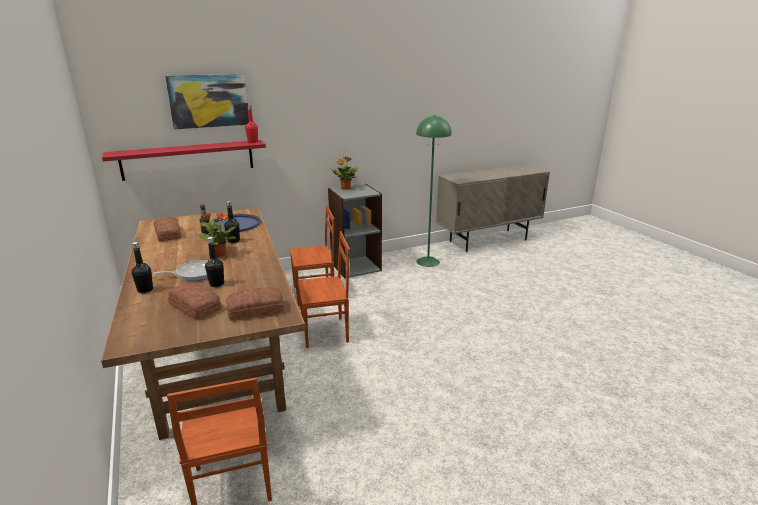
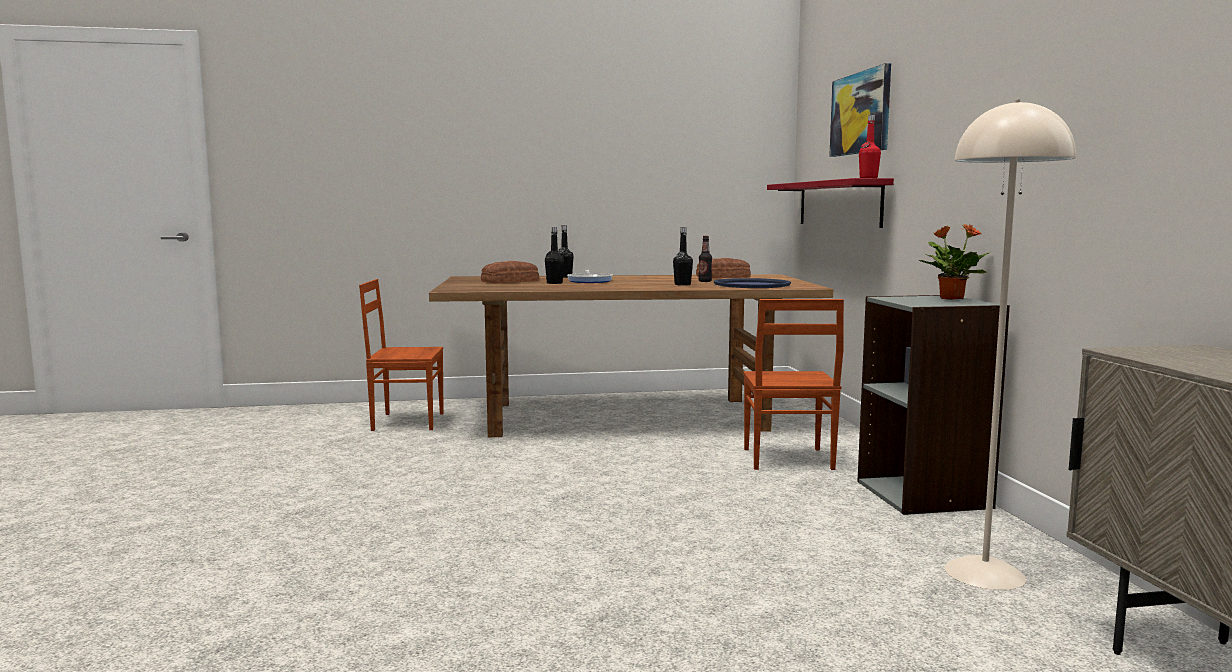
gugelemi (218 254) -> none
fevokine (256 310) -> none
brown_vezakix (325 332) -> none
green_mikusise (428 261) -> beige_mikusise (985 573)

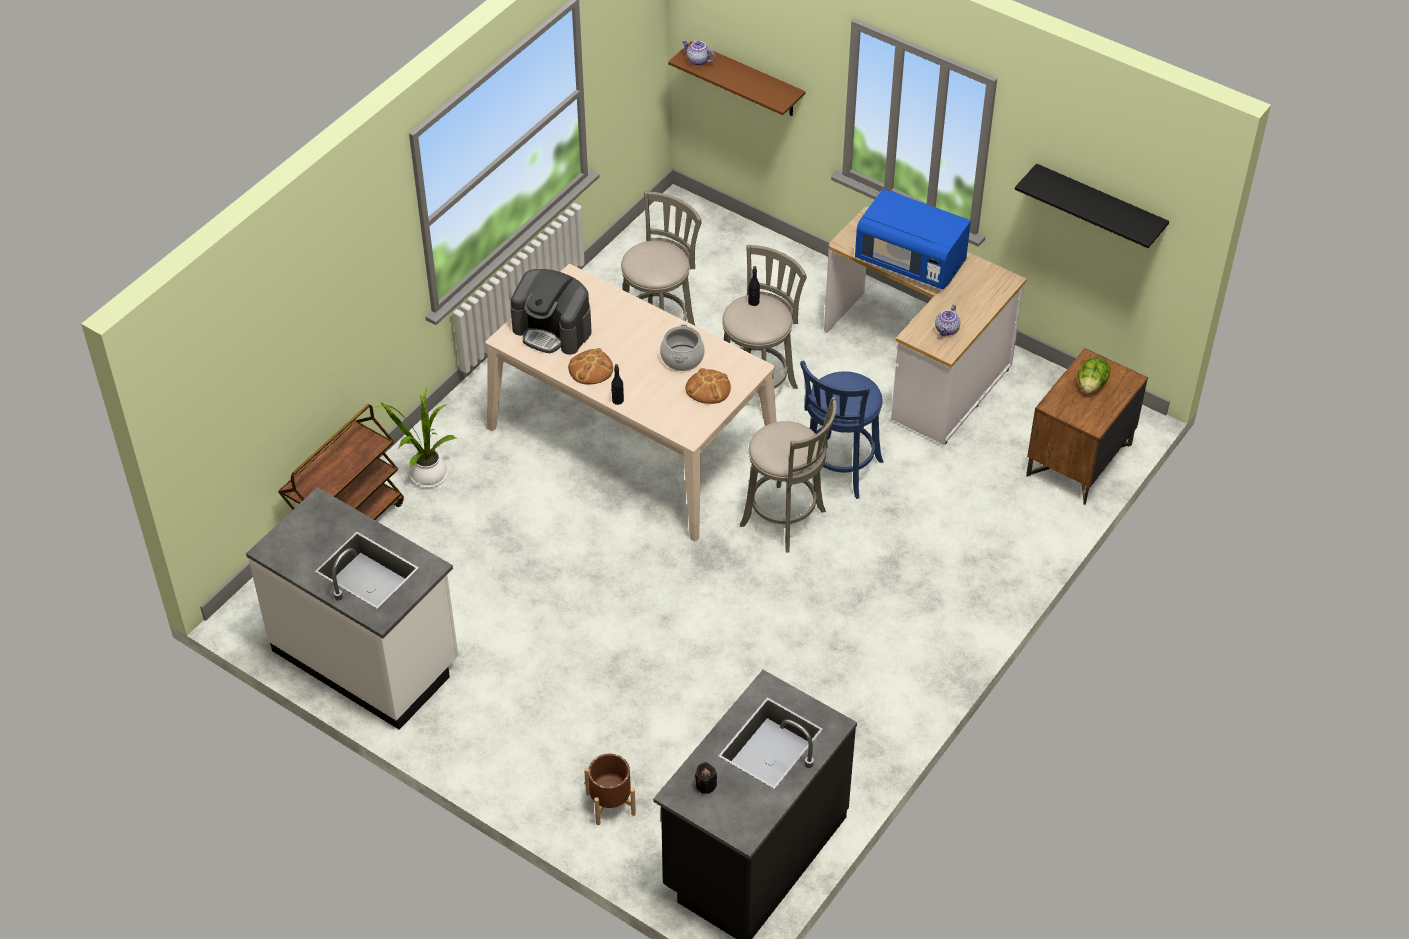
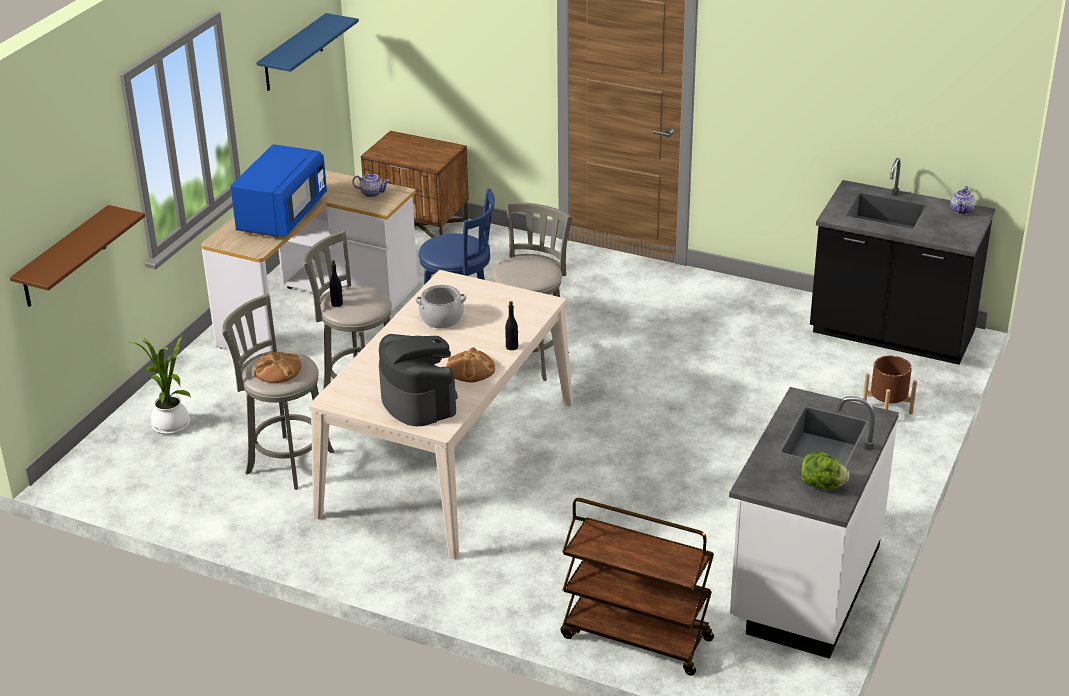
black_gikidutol (705 785) -> none
gugelemi (425 476) -> gugelemi (171 427), moved
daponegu (697 61) -> daponegu (962 210), moved
fevokine (708 388) -> fevokine (278 370), moved
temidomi (1091 385) -> temidomi (822 486), moved
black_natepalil (1099 206) -> blue_natepalil (293 53)
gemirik (553 330) -> gemirik (418 400), 45 degrees counterclockwise

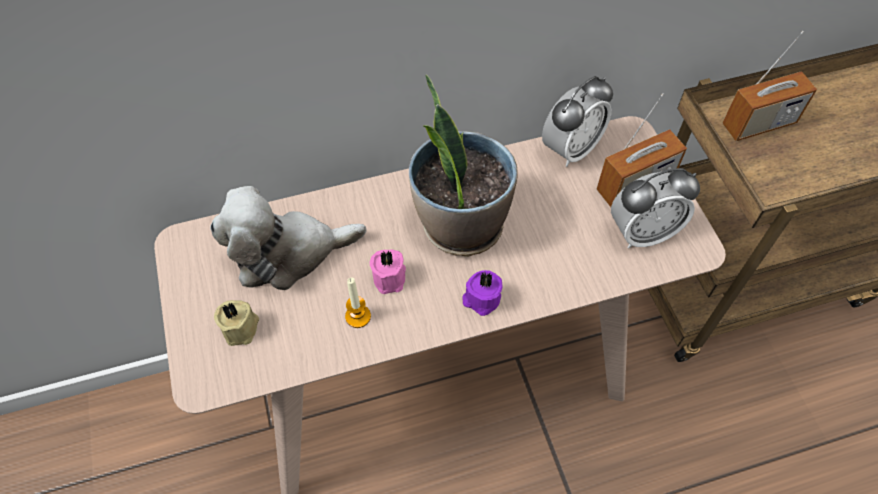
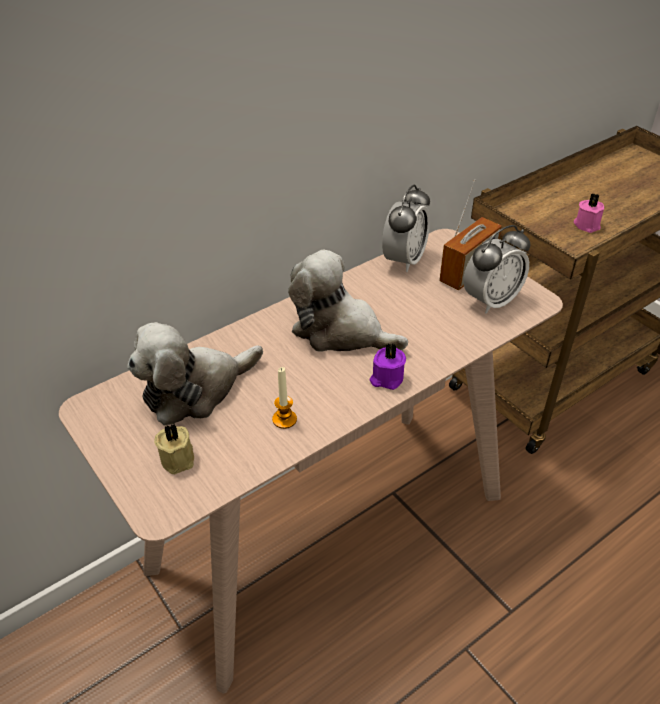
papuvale (758 124) -> none
pink_gikidutol (390 278) -> pink_gikidutol (587 224), moved
gugelemi (460 225) -> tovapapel (340 331)

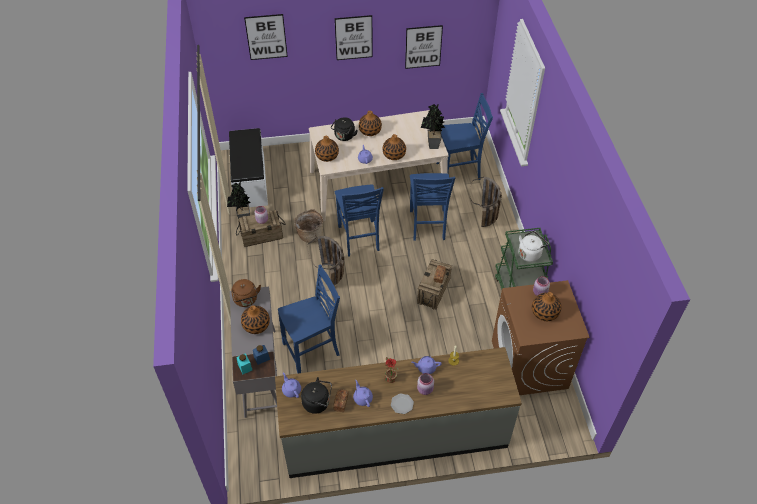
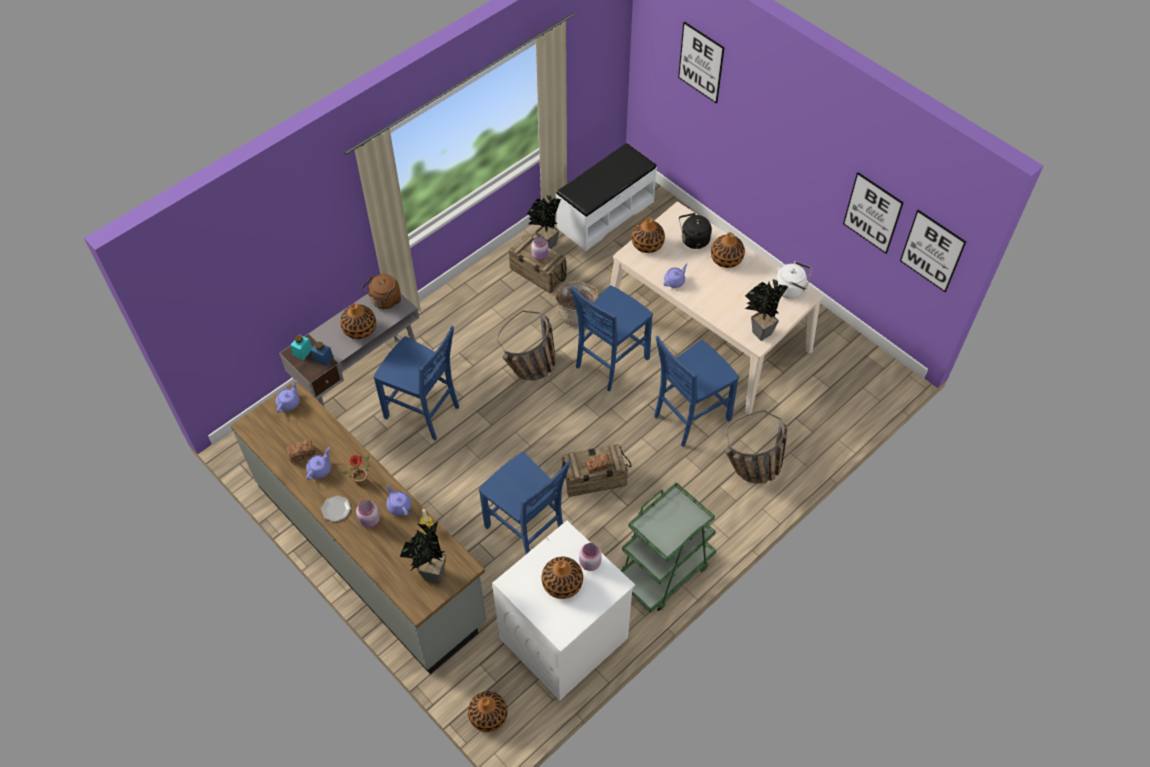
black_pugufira (318 403) -> none
none -> gugelemi (431 577)
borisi (353 37) -> borisi (932 251), moved
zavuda (394 154) -> zavuda (488 715), moved
blue_vezakix (459 172) -> blue_vezakix (526 531), moved
white_pugufira (530 253) -> white_pugufira (791 289), moved
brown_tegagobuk (529 365) -> white_tegagobuk (563 639)

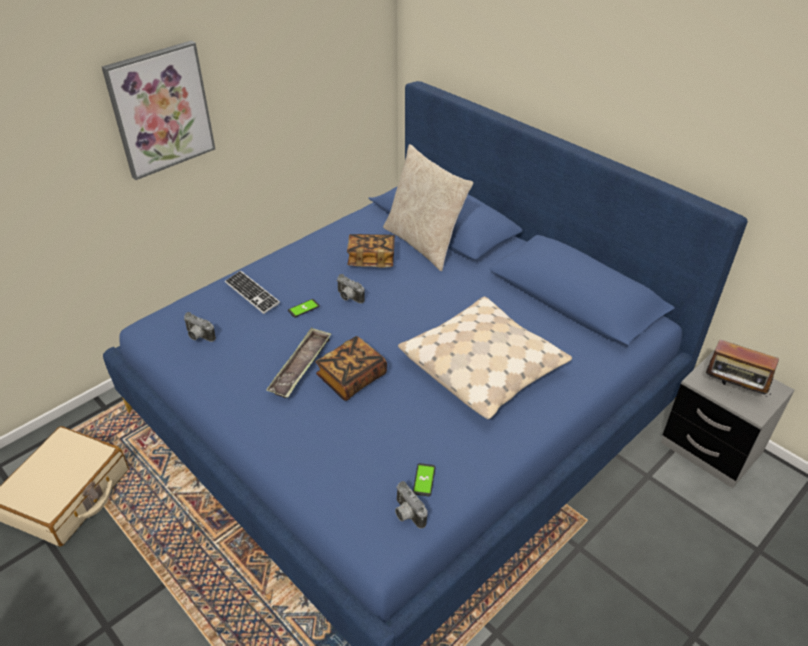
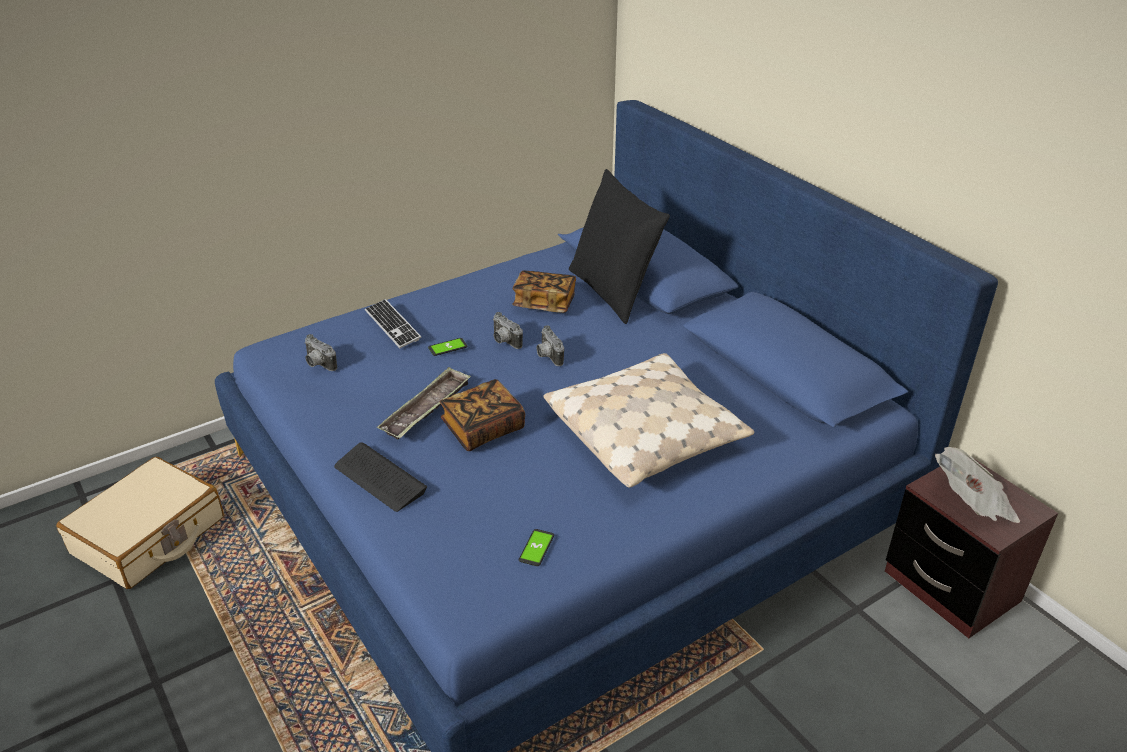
borisi (161 110) -> none
none -> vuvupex (379 478)
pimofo (406 514) -> pimofo (547 356), moved
papuvale (732 390) -> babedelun (972 504)
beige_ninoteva (424 243) -> black_ninoteva (614 291)
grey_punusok (710 448) -> brown_punusok (951 586)

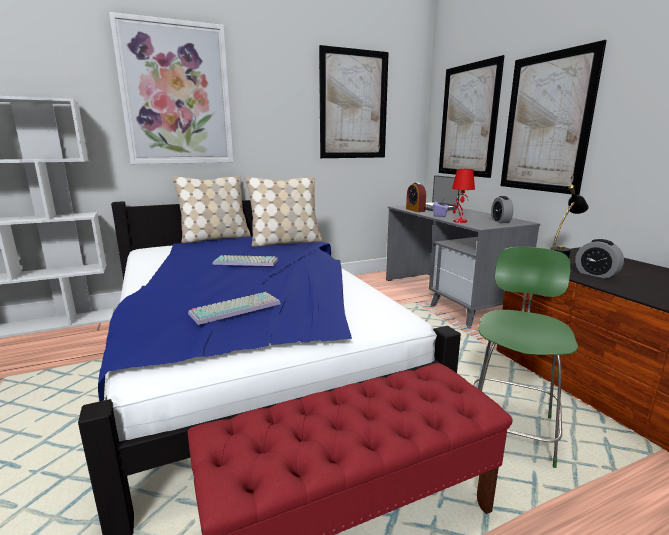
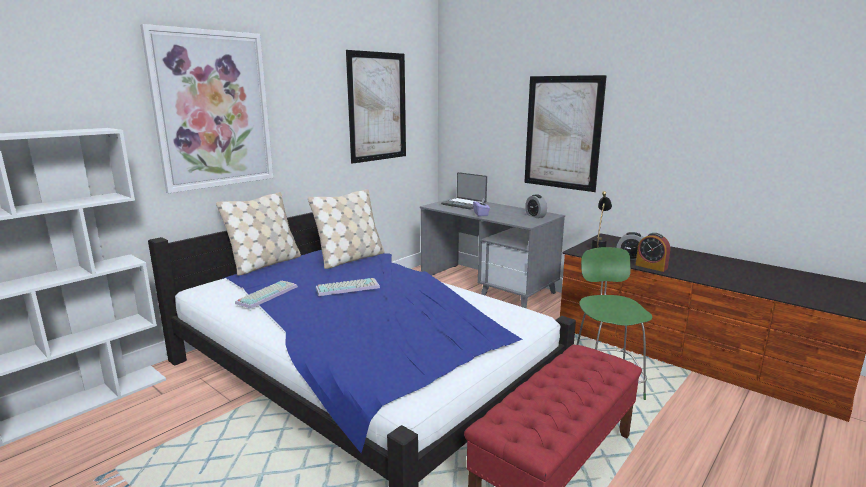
borisi (468 121) -> none
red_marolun (459 221) -> none
vuvupex (236 308) -> vuvupex (267 294), moved
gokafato (415 210) -> gokafato (651 267), moved

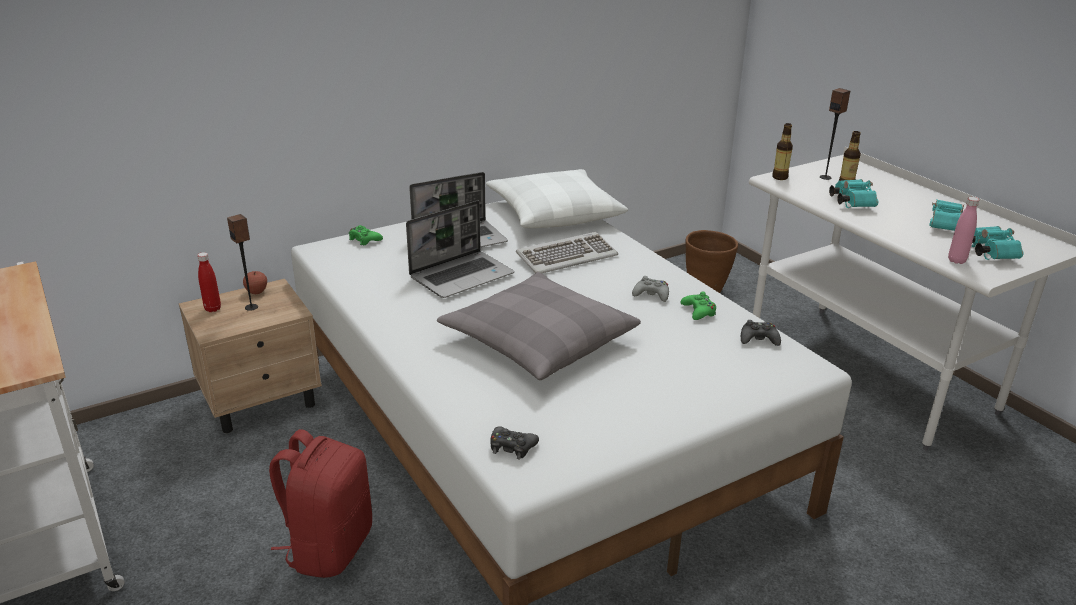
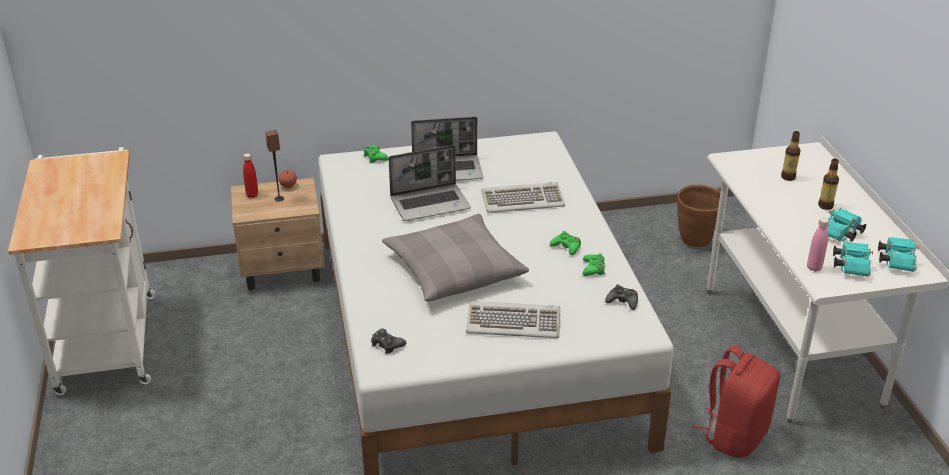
white_ninoteva (554 212) -> none
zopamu (825 177) -> none
none -> vuvupex (513 322)
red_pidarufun (329 547) -> red_pidarufun (734 435), moved
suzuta (779 177) -> suzuta (825 206), moved
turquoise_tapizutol (851 202) -> turquoise_tapizutol (896 260), moved
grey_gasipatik (651 294) -> green_gasipatik (566 247)

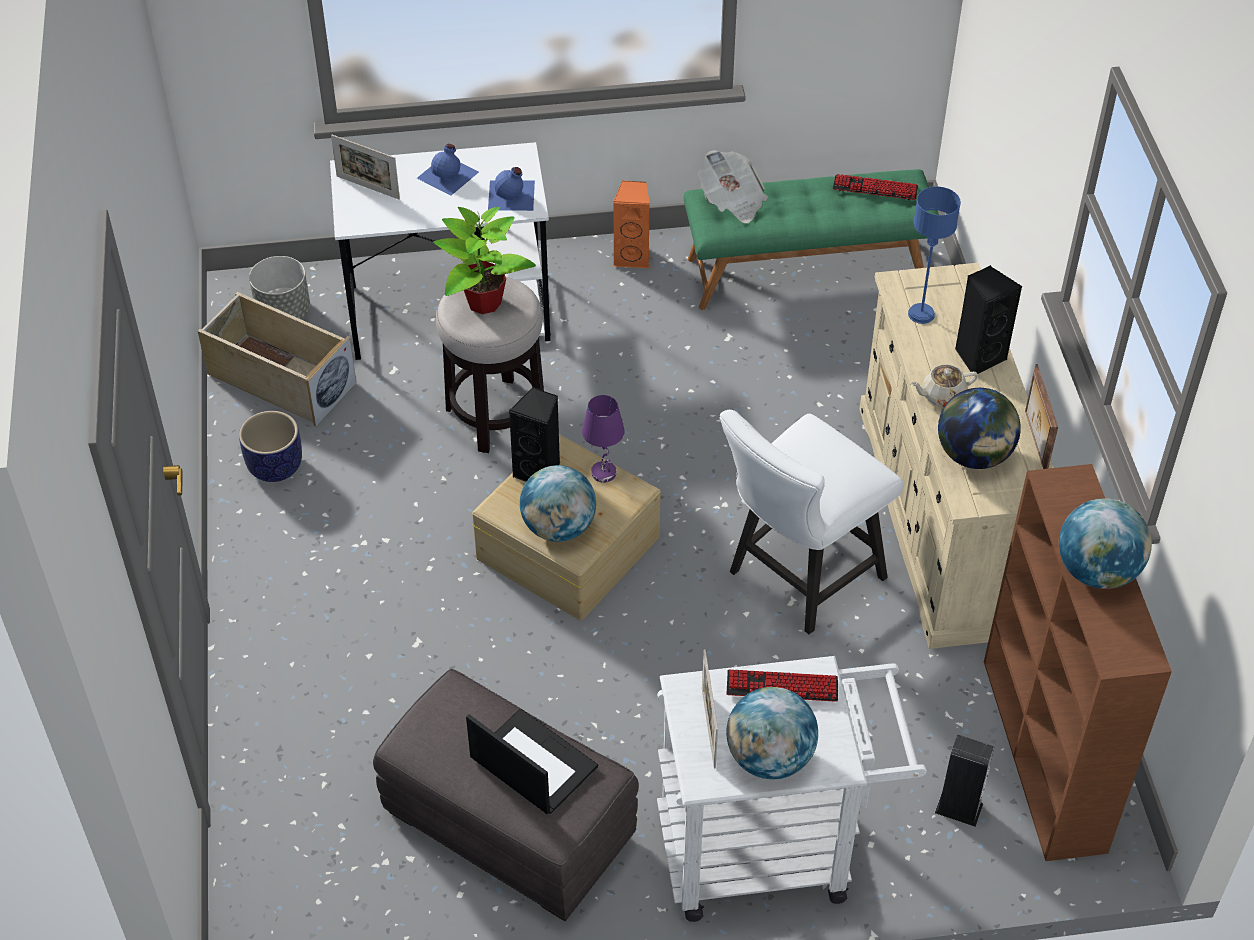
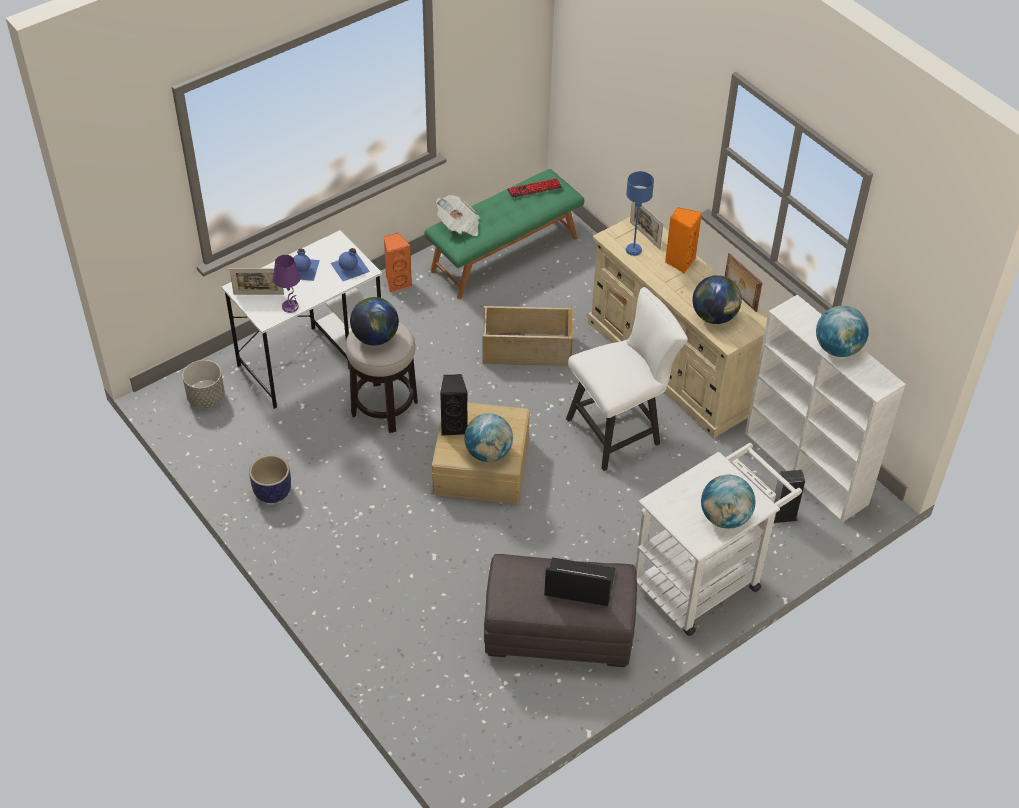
vuvupex (782 687) -> none
beige_daponegu (942 395) -> none
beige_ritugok (279 379) -> beige_ritugok (526 350), moved
purple_marolun (604 473) -> purple_marolun (291 307), moved
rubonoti (708 728) -> rubonoti (645 235), moved
gugelemi (483 302) -> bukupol (375 337)
black_zopamu (978 356) -> orange_zopamu (679 262)
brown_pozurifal (1044 756) -> white_pozurifal (807 469)
white_vezakix (798 579) -> white_vezakix (619 430), 135 degrees counterclockwise

